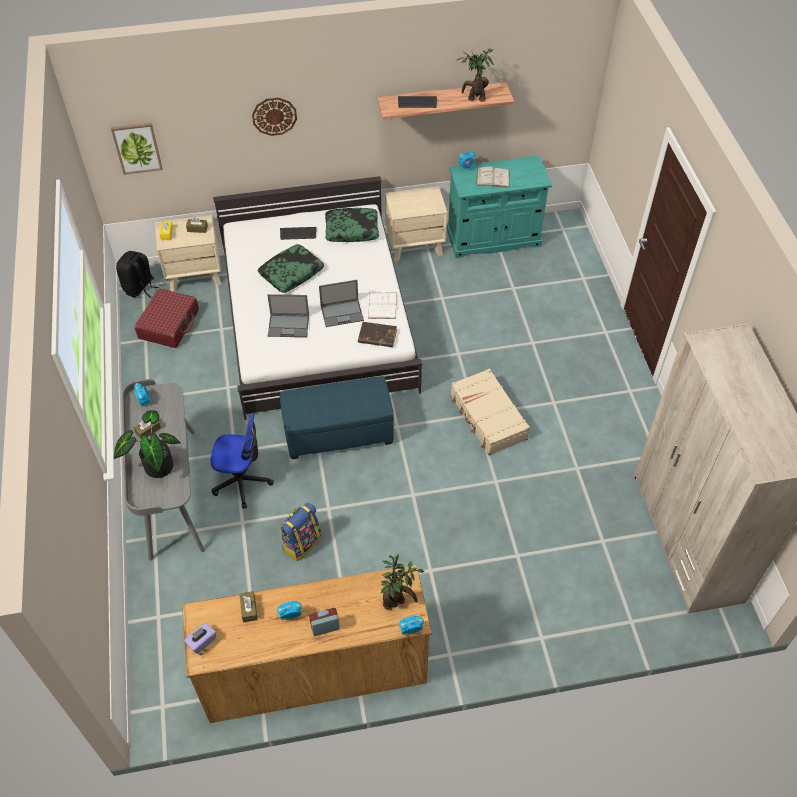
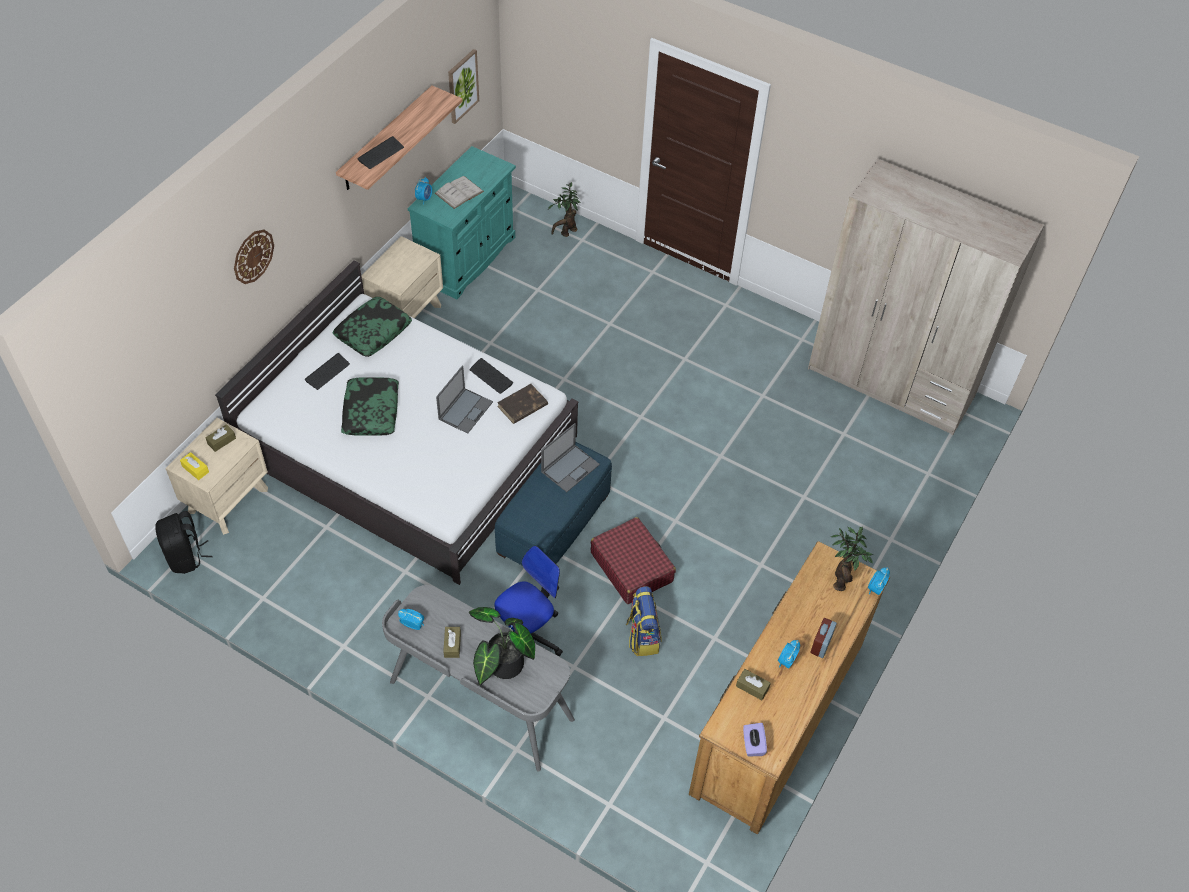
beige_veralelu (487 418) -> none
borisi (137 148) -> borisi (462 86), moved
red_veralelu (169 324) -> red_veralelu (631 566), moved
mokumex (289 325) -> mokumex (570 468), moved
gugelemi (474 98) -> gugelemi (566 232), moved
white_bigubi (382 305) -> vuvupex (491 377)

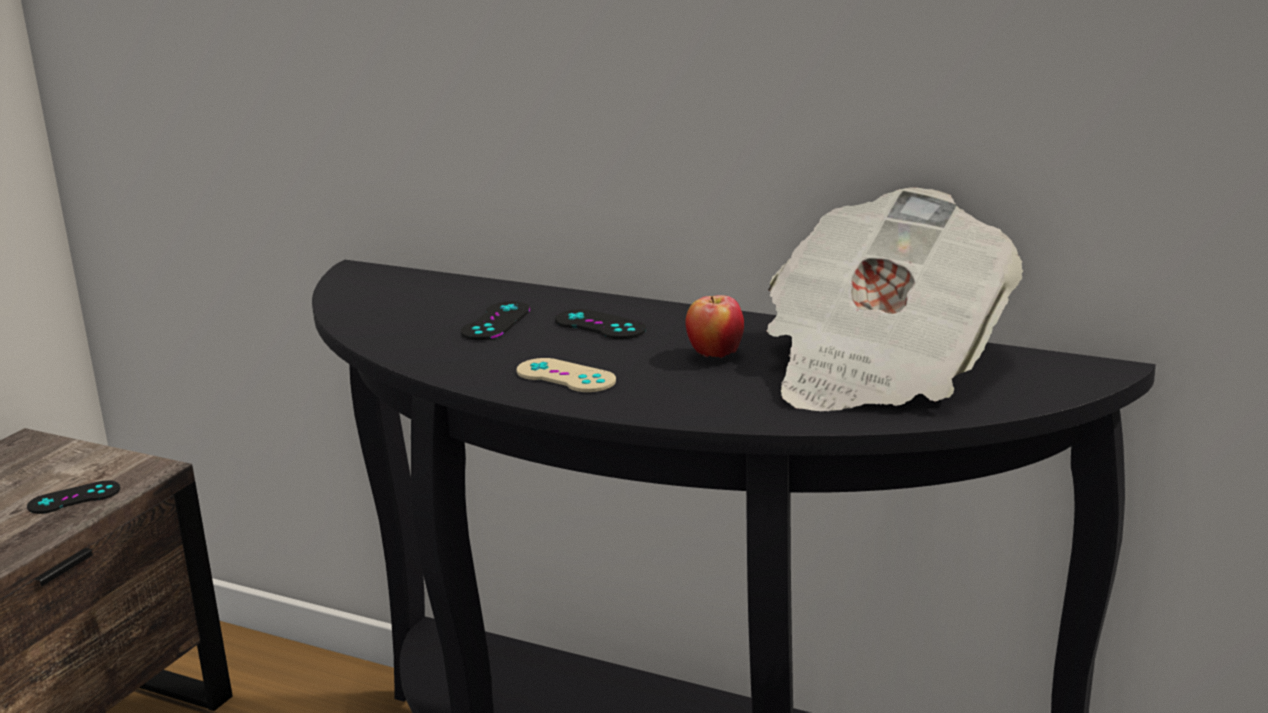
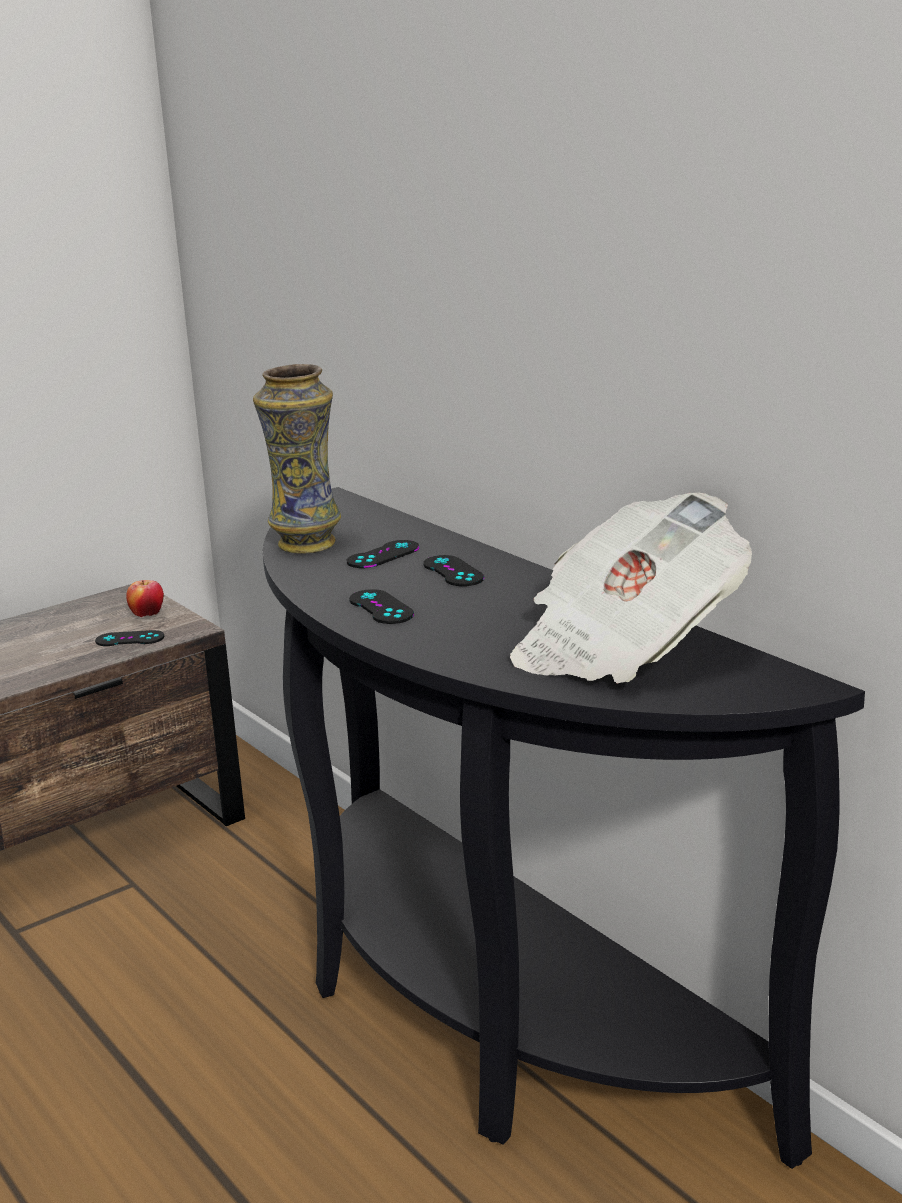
none -> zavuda (305 544)
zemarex (715 355) -> zemarex (147 615), moved
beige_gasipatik (565 376) -> black_gasipatik (381 607)

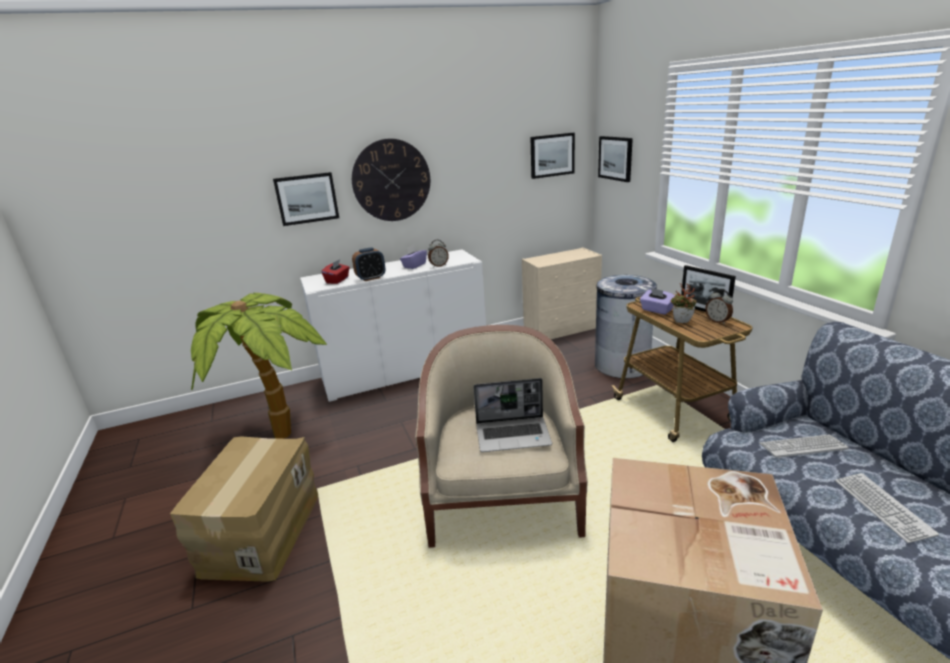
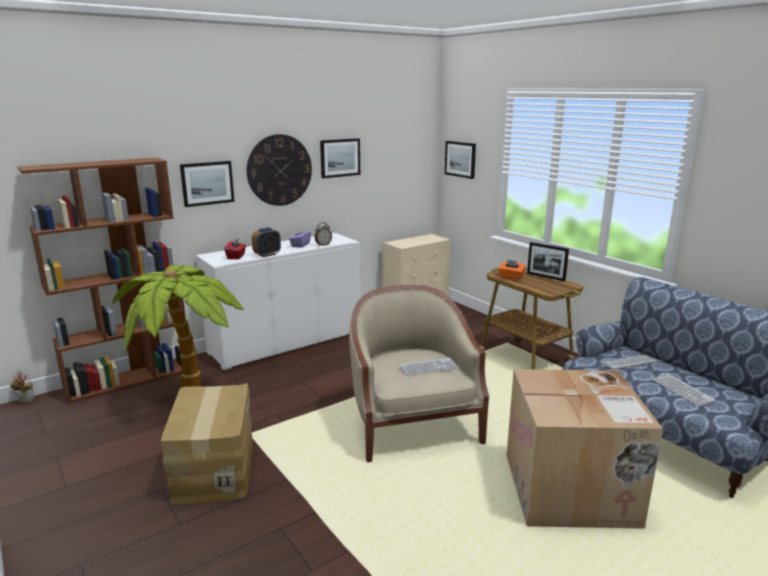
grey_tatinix (622 365) -> none
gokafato (717 321) -> none
none -> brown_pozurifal (130 378)
borisi (552 155) -> borisi (340 158), moved
gugelemi (681 322) -> gugelemi (25 402), moved
mokumex (513 435) -> vuvupex (428 368)
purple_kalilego (656 310) -> orange_kalilego (511 277)

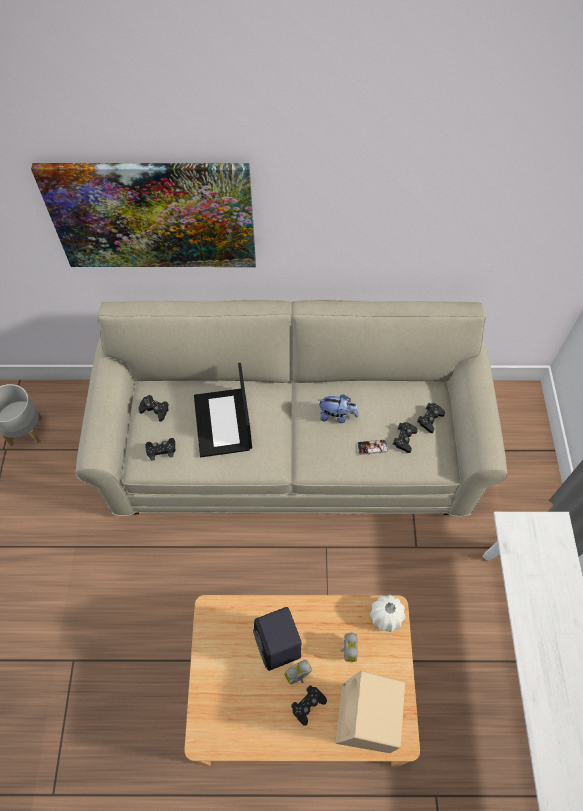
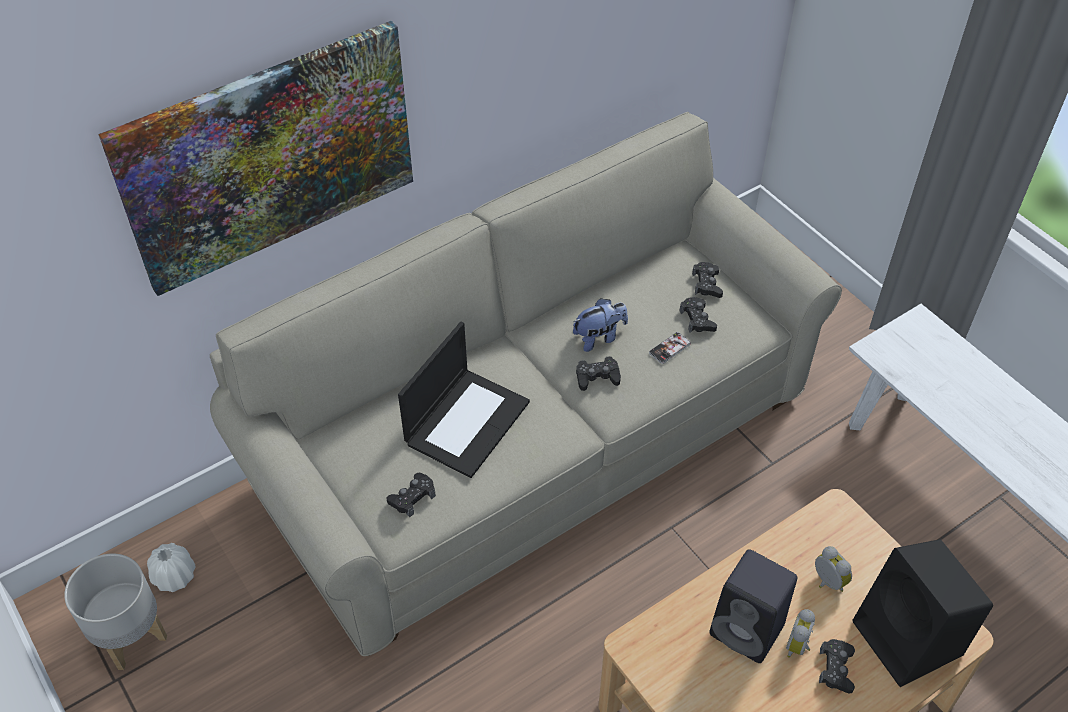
black_gasipatik (155 410) -> black_gasipatik (597 377), moved
white_zavuda (386 616) -> white_zavuda (174 577), moved
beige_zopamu (366 720) -> black_zopamu (909 640)
mokumex (223 423) -> mokumex (467 421), 105 degrees counterclockwise

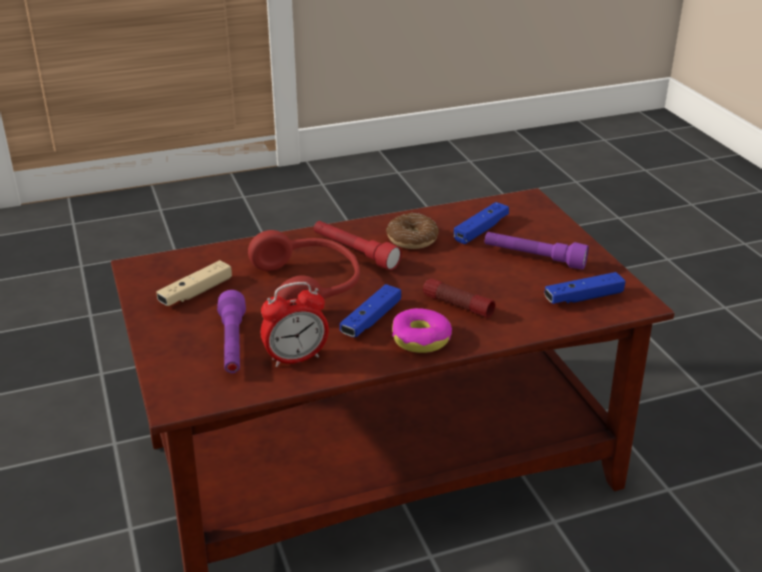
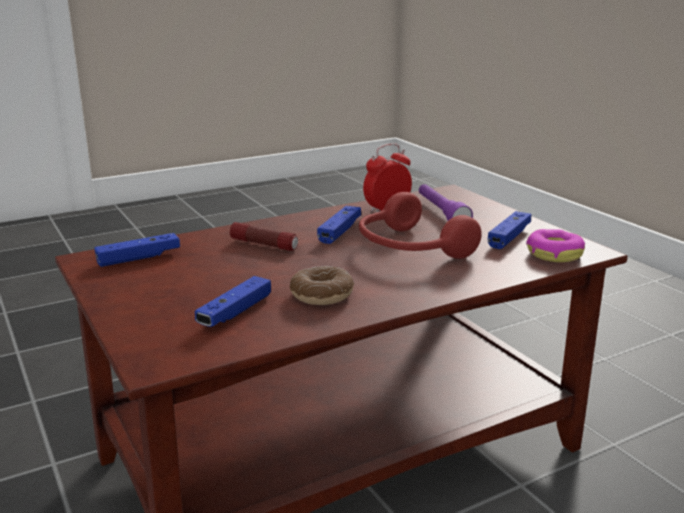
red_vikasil (355 253) -> none
purple_vikasil (534 258) -> none
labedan (421 339) -> labedan (554 254), moved
beige_gasipatik (196 292) -> blue_gasipatik (509 237)

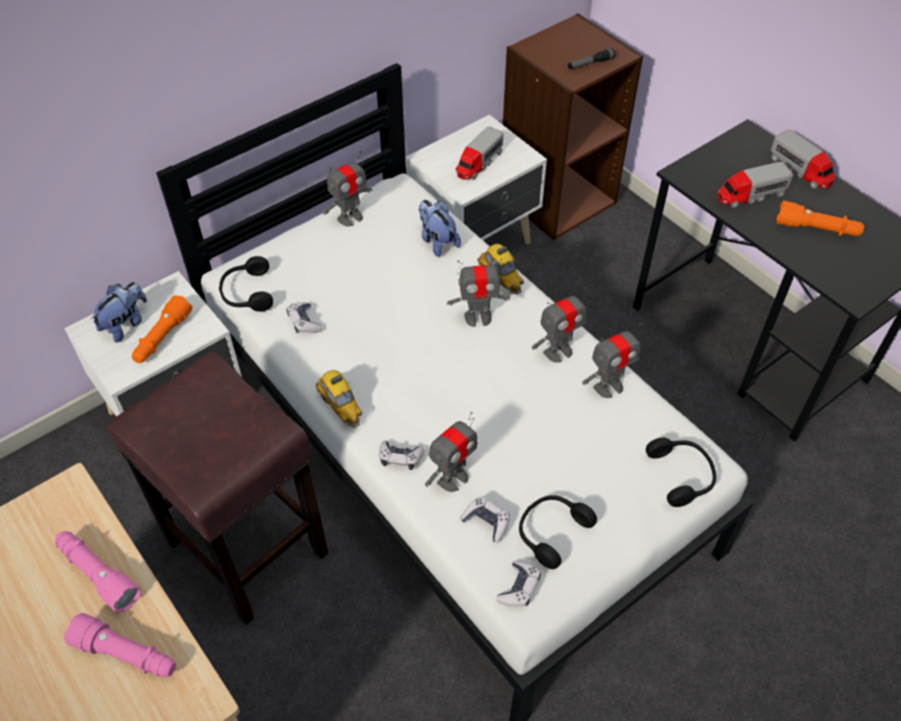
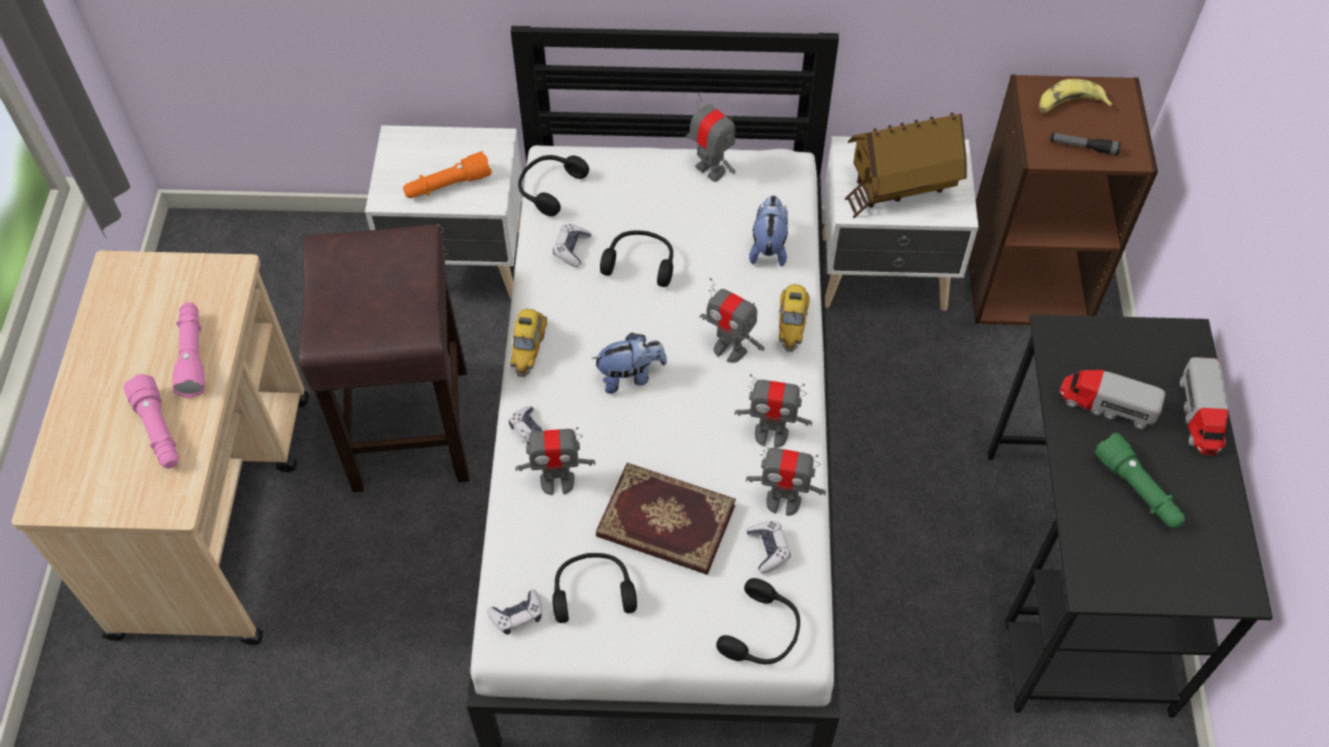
none -> bigubi (665 523)
none -> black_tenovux (640 263)
none -> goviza (1069 105)
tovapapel (125 324) -> tovapapel (630 376), moved
gasipatik (486 522) -> gasipatik (768 549), moved
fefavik (478 163) -> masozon (899 188)
orange_vikasil (817 229) -> green_vikasil (1138 490)
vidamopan (350 217) -> vidamopan (710 170), 135 degrees counterclockwise

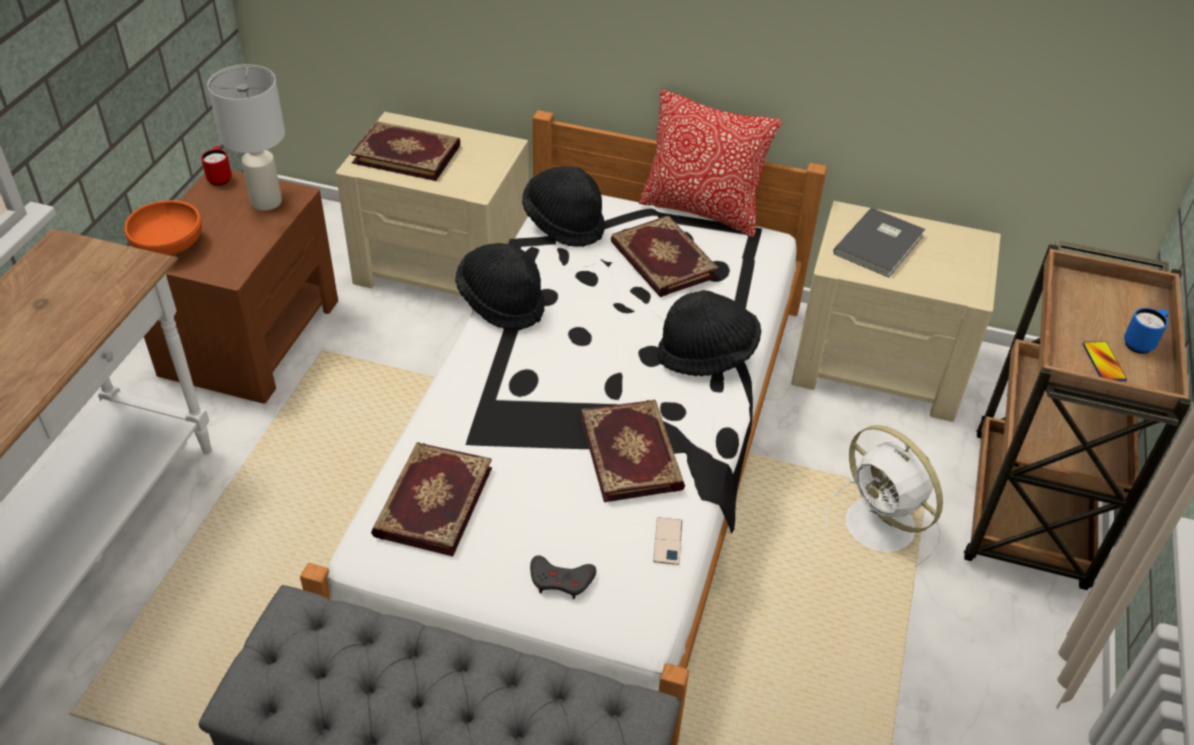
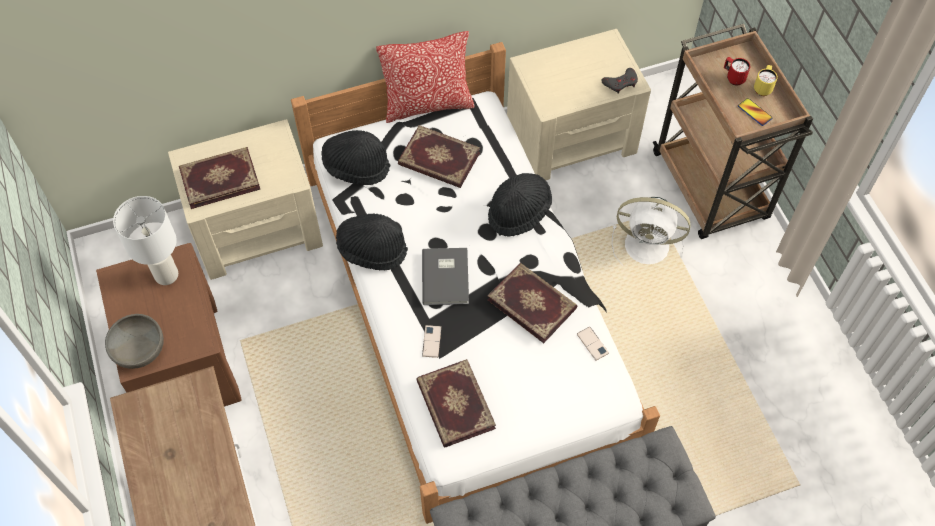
none -> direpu (431 341)
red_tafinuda (220 177) -> red_tafinuda (733 78), moved
grey_gasipatik (561 580) -> grey_gasipatik (621 83), moved
grey_bigubi (881 245) -> grey_bigubi (447 276), moved
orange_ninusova (169 245) -> grey_ninusova (139 349)
blue_tafinuda (1141 343) -> yellow_tafinuda (763 88)

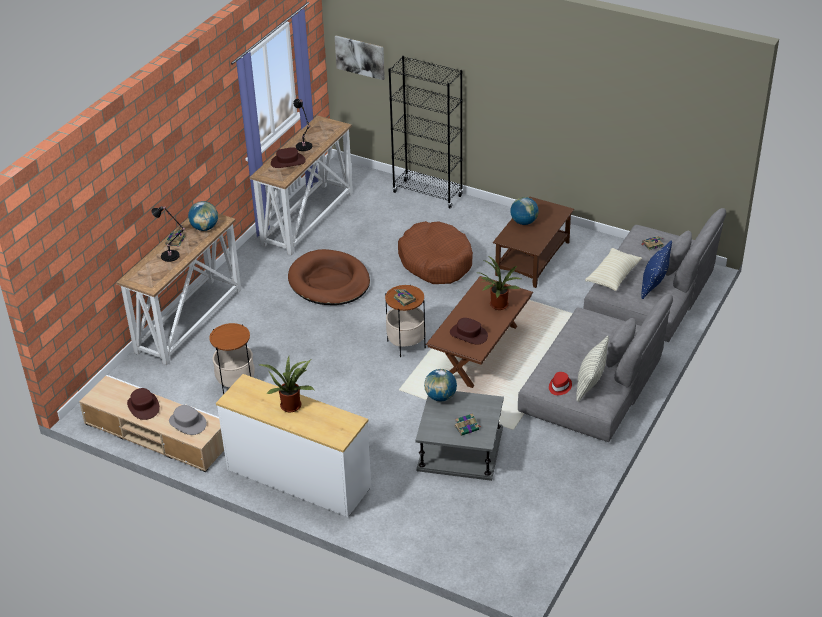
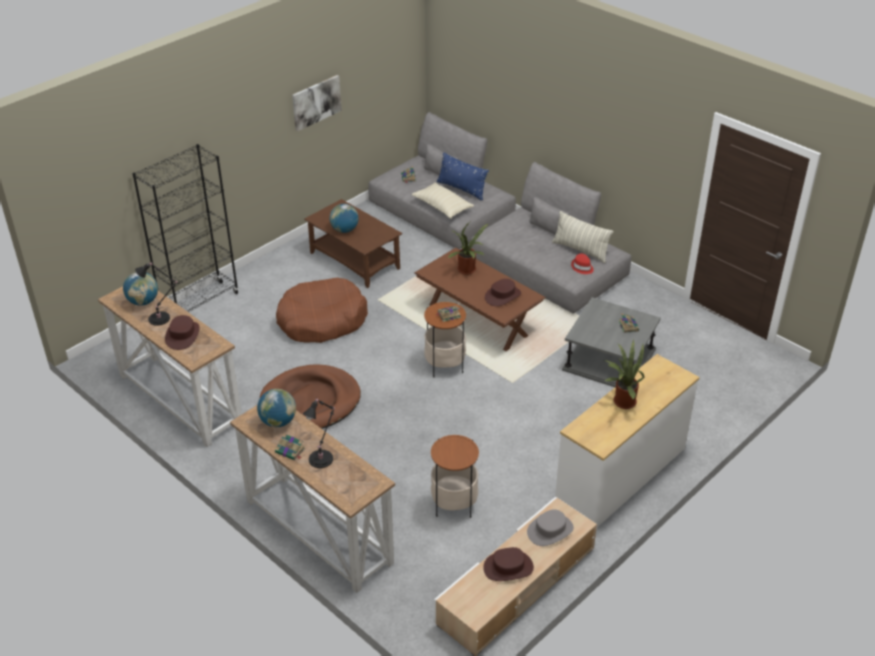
borisi (360 57) -> borisi (316 102), moved
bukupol (440 397) -> bukupol (143 302), moved

